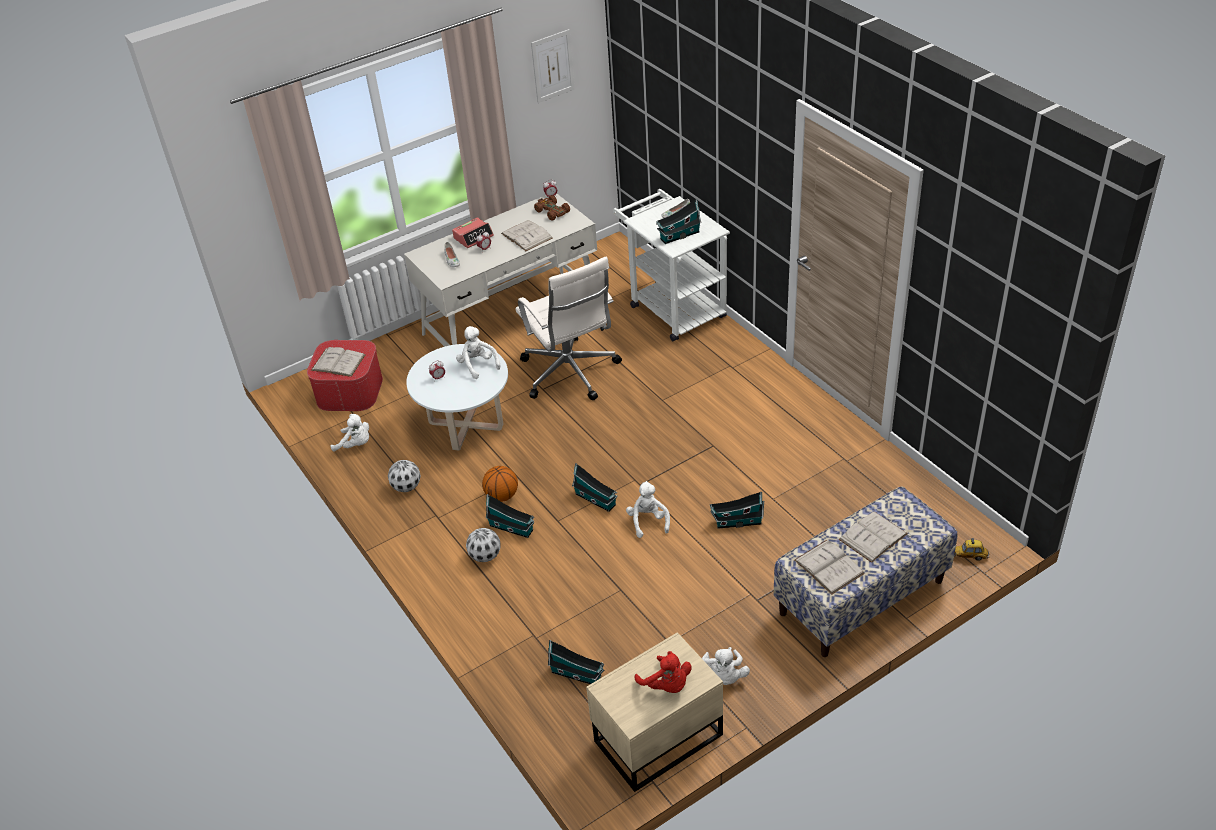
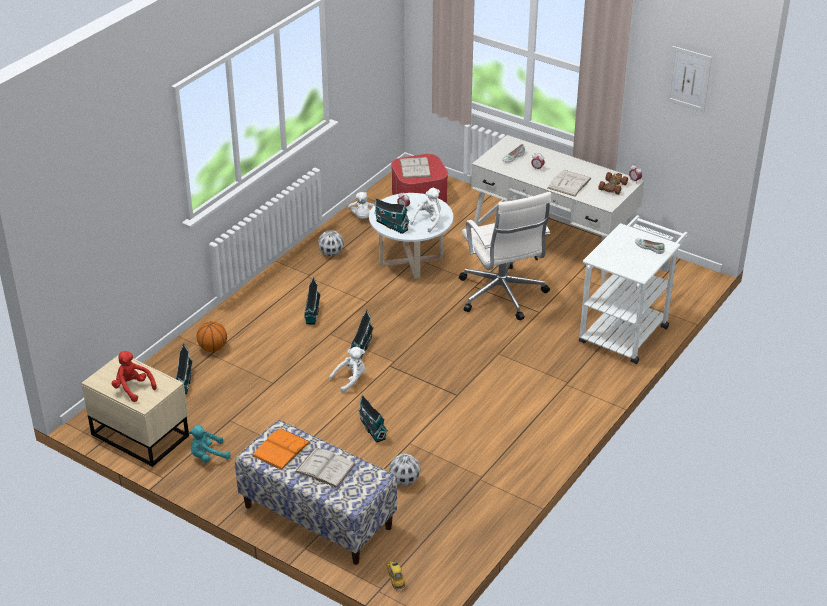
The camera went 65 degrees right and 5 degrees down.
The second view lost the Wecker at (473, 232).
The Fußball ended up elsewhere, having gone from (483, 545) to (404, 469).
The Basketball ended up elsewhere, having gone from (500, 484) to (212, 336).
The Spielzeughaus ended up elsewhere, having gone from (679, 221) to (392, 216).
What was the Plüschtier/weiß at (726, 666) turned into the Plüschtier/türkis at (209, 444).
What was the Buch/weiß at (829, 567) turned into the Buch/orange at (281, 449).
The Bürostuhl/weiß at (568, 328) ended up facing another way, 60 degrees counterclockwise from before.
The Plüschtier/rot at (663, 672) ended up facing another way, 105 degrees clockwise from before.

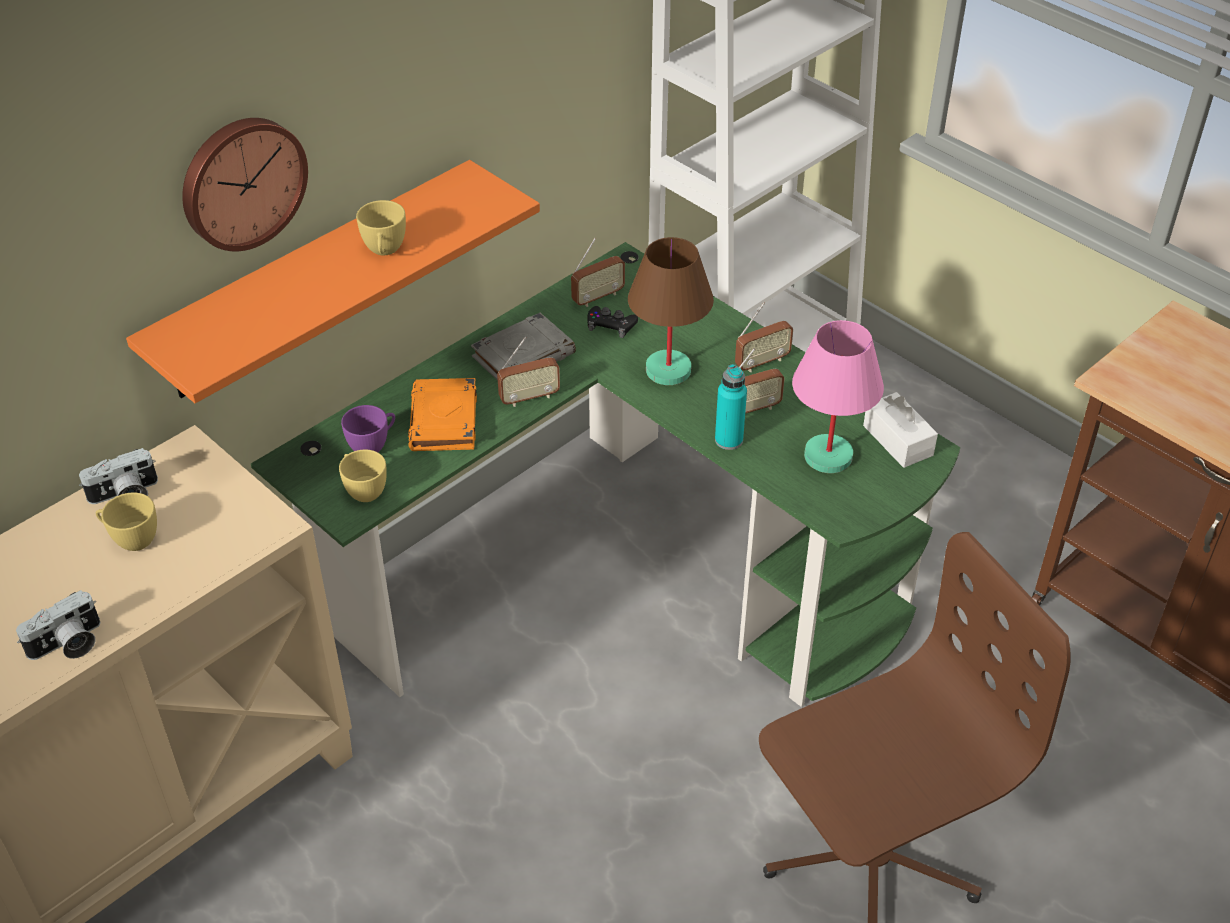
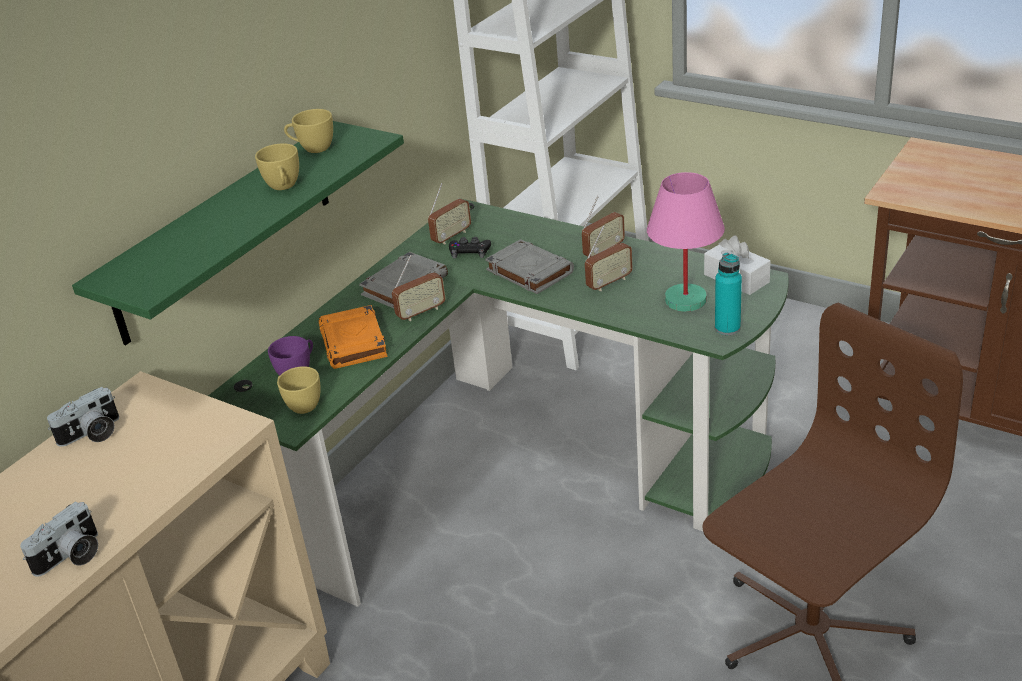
The camera went 10 degrees left and 10 degrees down.
The second view lost the Wanduhr at (245, 185).
The Tasse/gelb ended up elsewhere, having gone from (126, 521) to (308, 131).
The Flasche/türkis ended up elsewhere, having gone from (731, 407) to (728, 294).
Where the Tischlampe/braun stood at (671, 311), the Buch/grau came to stand at (529, 266).
What was the Wandregal/orange at (333, 281) turned into the Wandregal/grün at (238, 233).

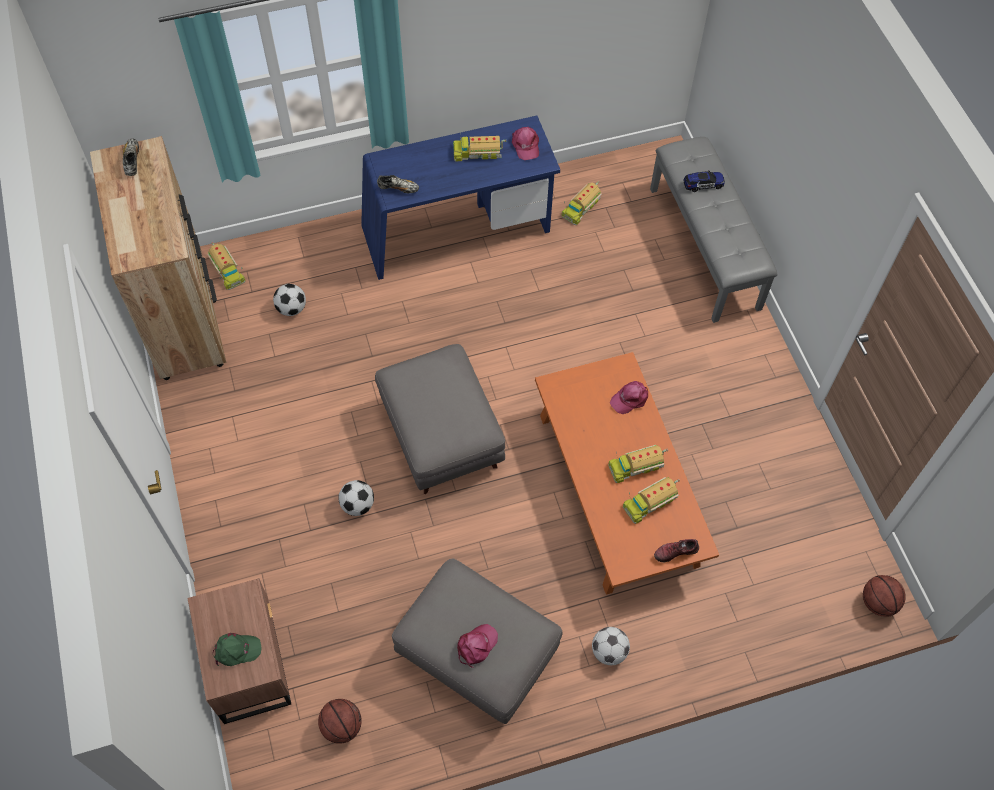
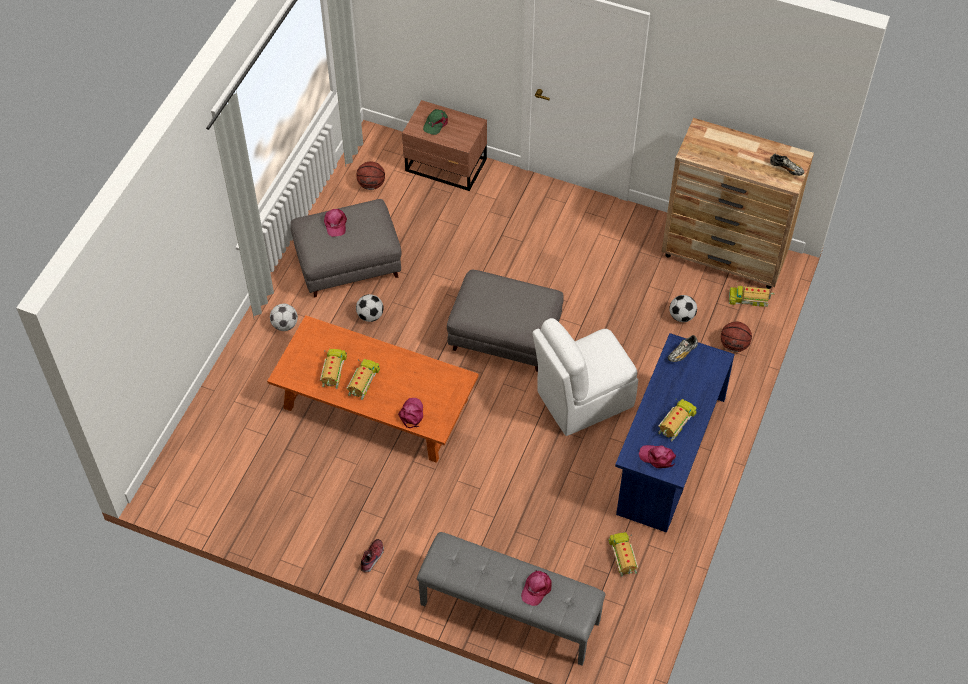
The camera went 130 degrees right and 5 degrees down.
The second view gained the Stuhl/weiß at (585, 377).
The Fußball ended up elsewhere, having gone from (356, 498) to (370, 308).
The Schuh ended up elsewhere, having gone from (676, 550) to (372, 555).
The Basketball ended up elsewhere, having gone from (884, 596) to (736, 337).
Where the Spielzeugauto stood at (704, 181), the Kappe/rosa came to stand at (536, 588).

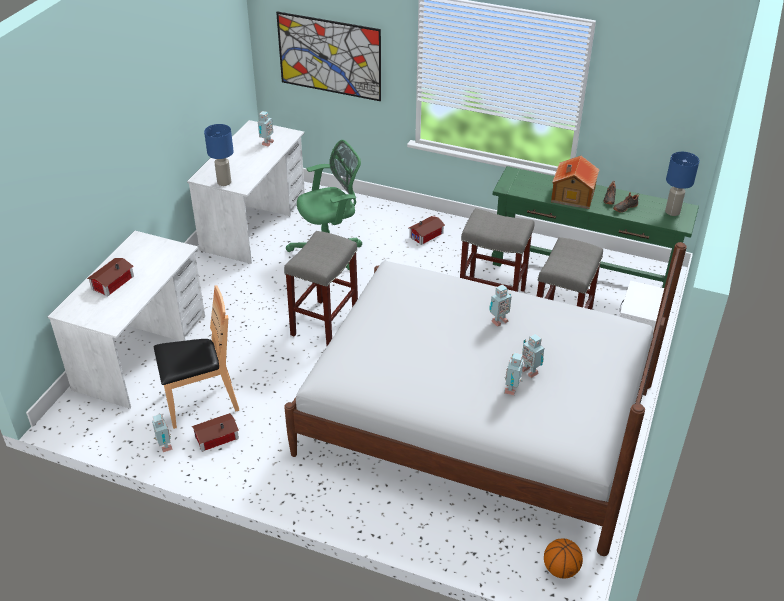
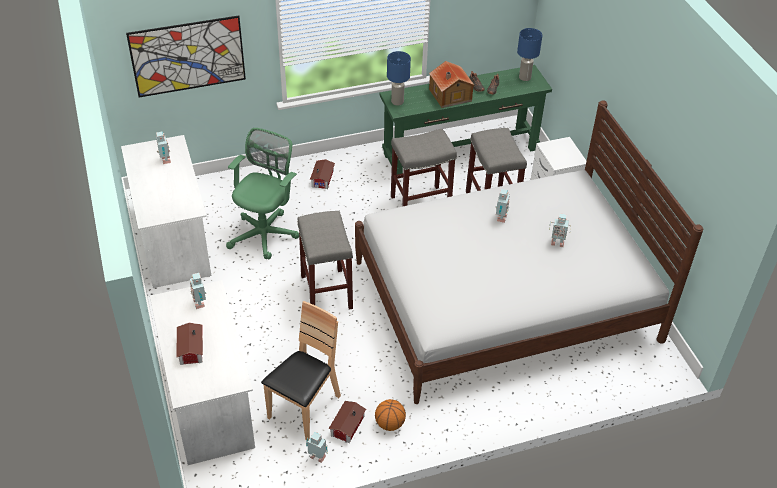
The camera went 40 degrees left and 5 degrees up.
The Tischlampe/blau ended up elsewhere, having gone from (219, 155) to (399, 78).
The Spielzeugroboter ended up elsewhere, having gone from (514, 373) to (198, 291).
The Basketball ended up elsewhere, having gone from (563, 558) to (390, 415).

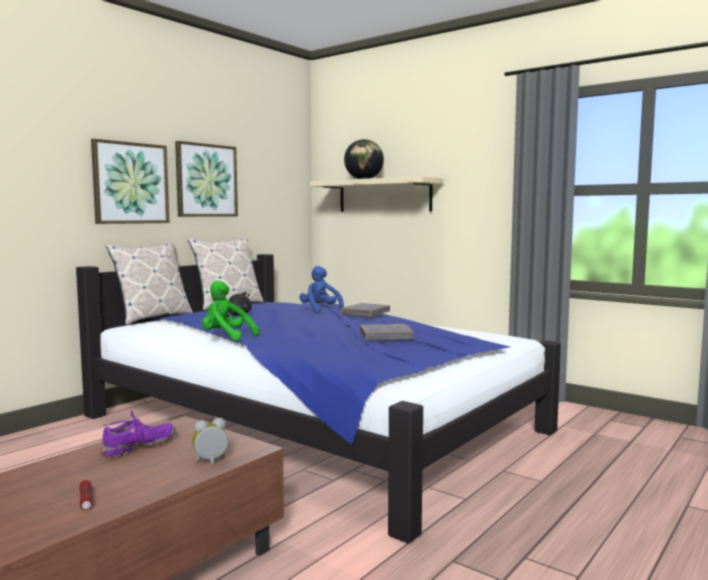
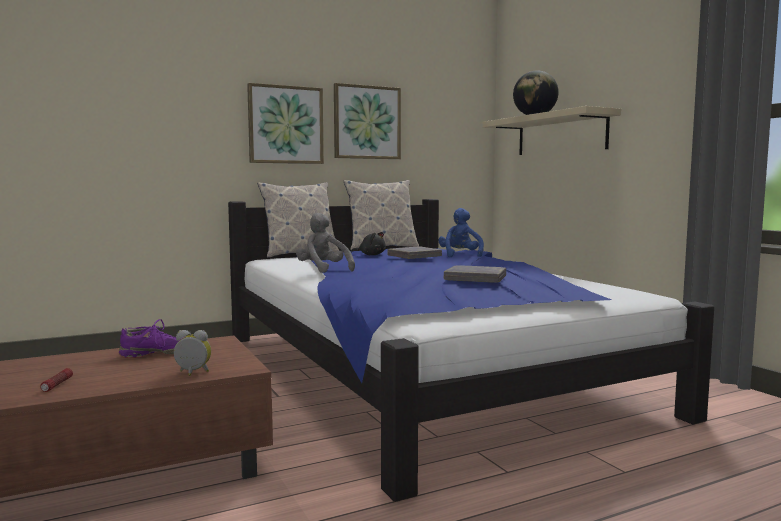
The camera went 25 degrees right and 0 degrees up.
The Buch/grau ended up elsewhere, having gone from (365, 310) to (414, 252).
What was the Plüschtier/grün at (230, 311) turned into the Plüschtier/grau at (325, 243).

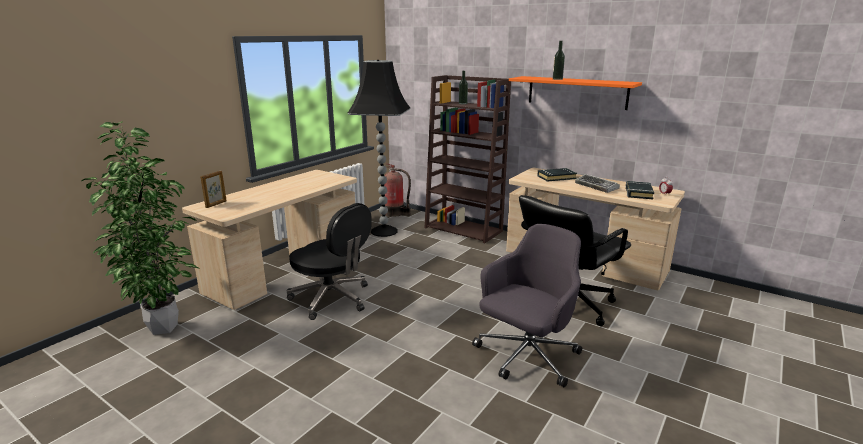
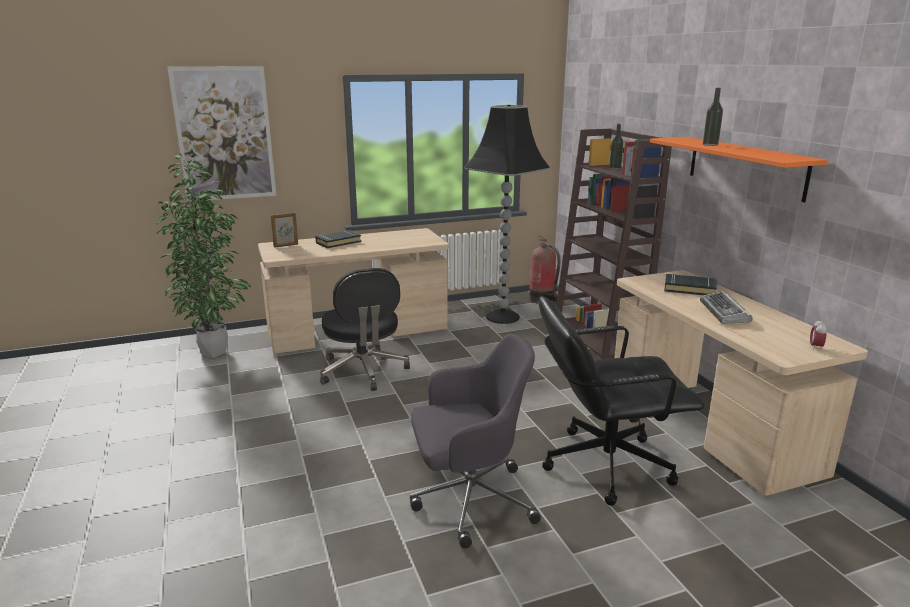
The camera went 35 degrees right and 0 degrees up.
The second view gained the Bild at (221, 134).
The Buch/schwarz ended up elsewhere, having gone from (639, 190) to (338, 239).

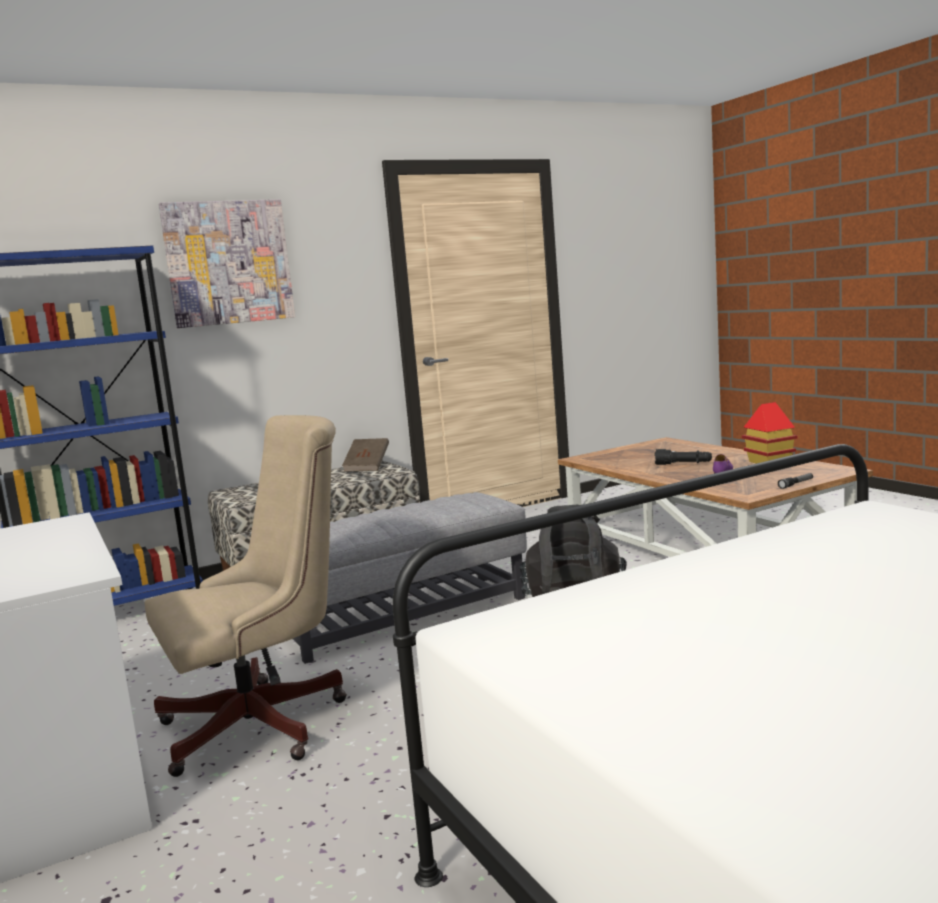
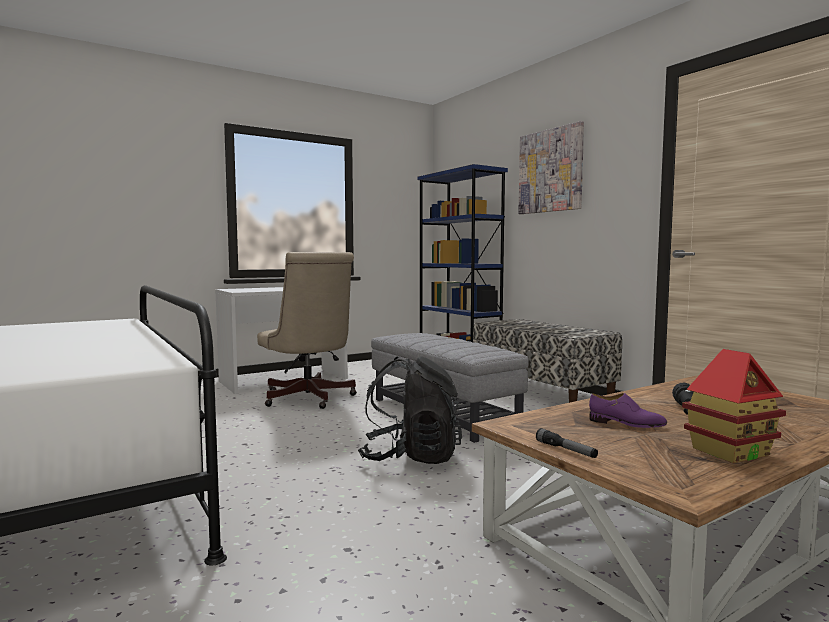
The camera went 85 degrees right and 5 degrees down.
The second view lost the Buch/braun at (365, 455).

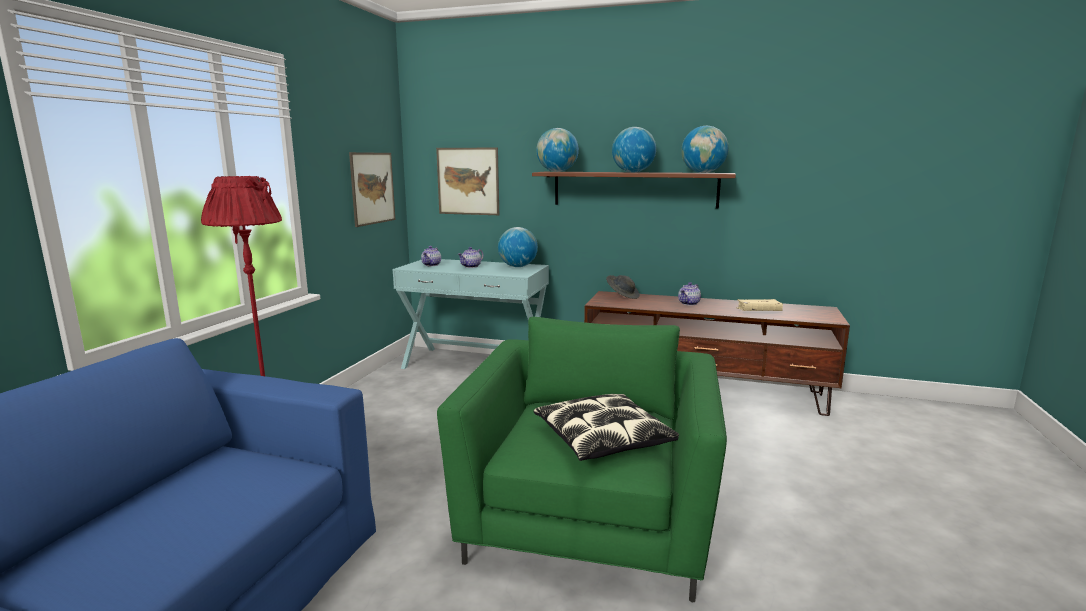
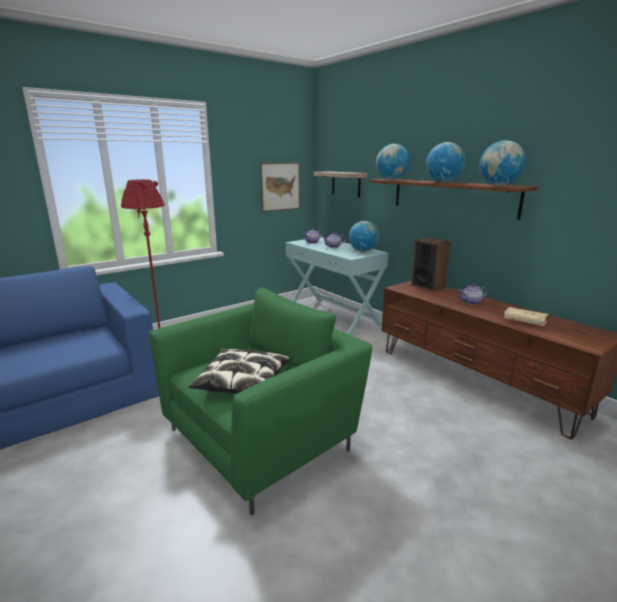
The camera went 35 degrees right and 5 degrees up.
Where the Bild hung at (467, 181), the Wandregal came to hang at (340, 184).
Where the Hut/grau stood at (623, 287), the Lautsprecher came to stand at (431, 264).

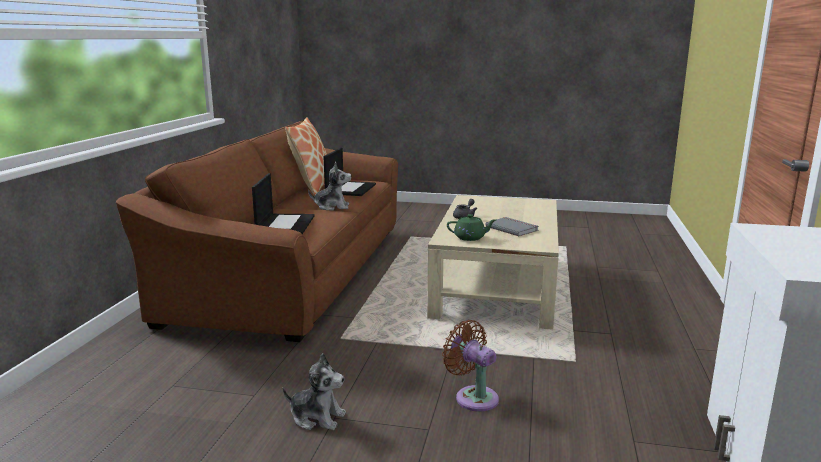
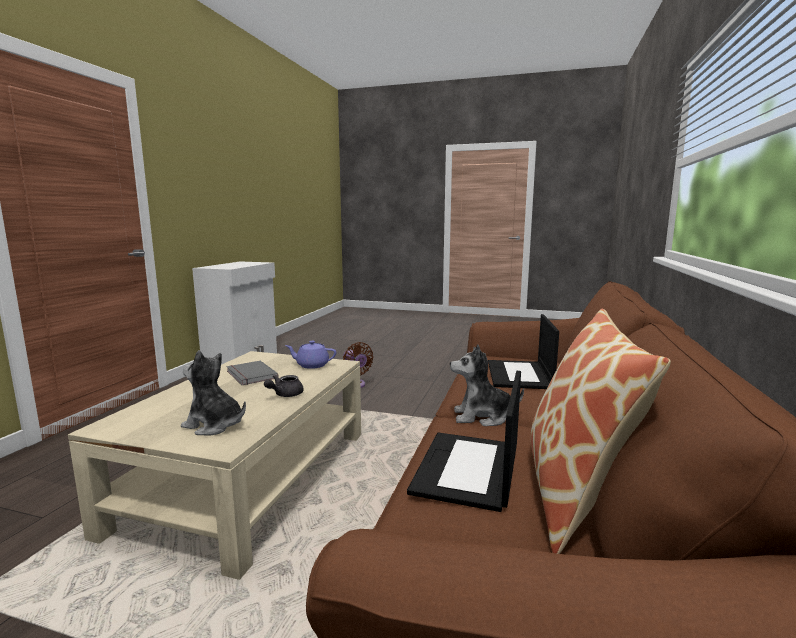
The camera went 175 degrees left and 5 degrees down.
The Plüschtier ended up elsewhere, having gone from (314, 391) to (213, 393).
What was the Teekanne/grün at (471, 227) turned into the Teekanne/lila at (310, 355).

